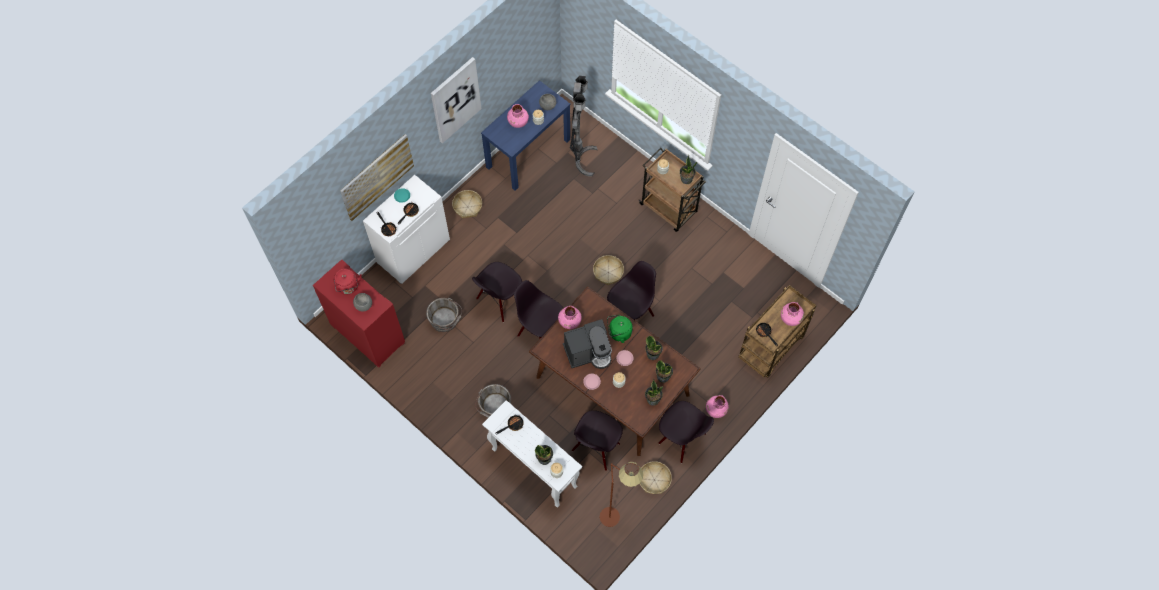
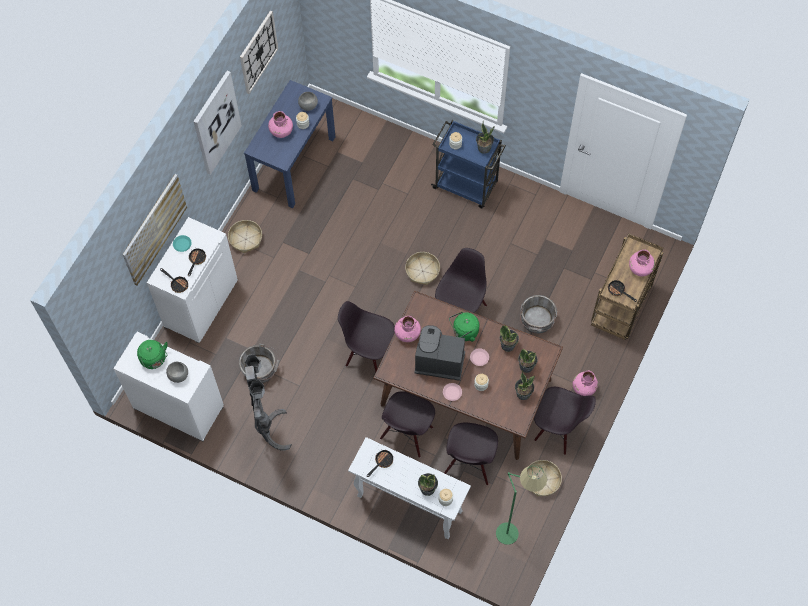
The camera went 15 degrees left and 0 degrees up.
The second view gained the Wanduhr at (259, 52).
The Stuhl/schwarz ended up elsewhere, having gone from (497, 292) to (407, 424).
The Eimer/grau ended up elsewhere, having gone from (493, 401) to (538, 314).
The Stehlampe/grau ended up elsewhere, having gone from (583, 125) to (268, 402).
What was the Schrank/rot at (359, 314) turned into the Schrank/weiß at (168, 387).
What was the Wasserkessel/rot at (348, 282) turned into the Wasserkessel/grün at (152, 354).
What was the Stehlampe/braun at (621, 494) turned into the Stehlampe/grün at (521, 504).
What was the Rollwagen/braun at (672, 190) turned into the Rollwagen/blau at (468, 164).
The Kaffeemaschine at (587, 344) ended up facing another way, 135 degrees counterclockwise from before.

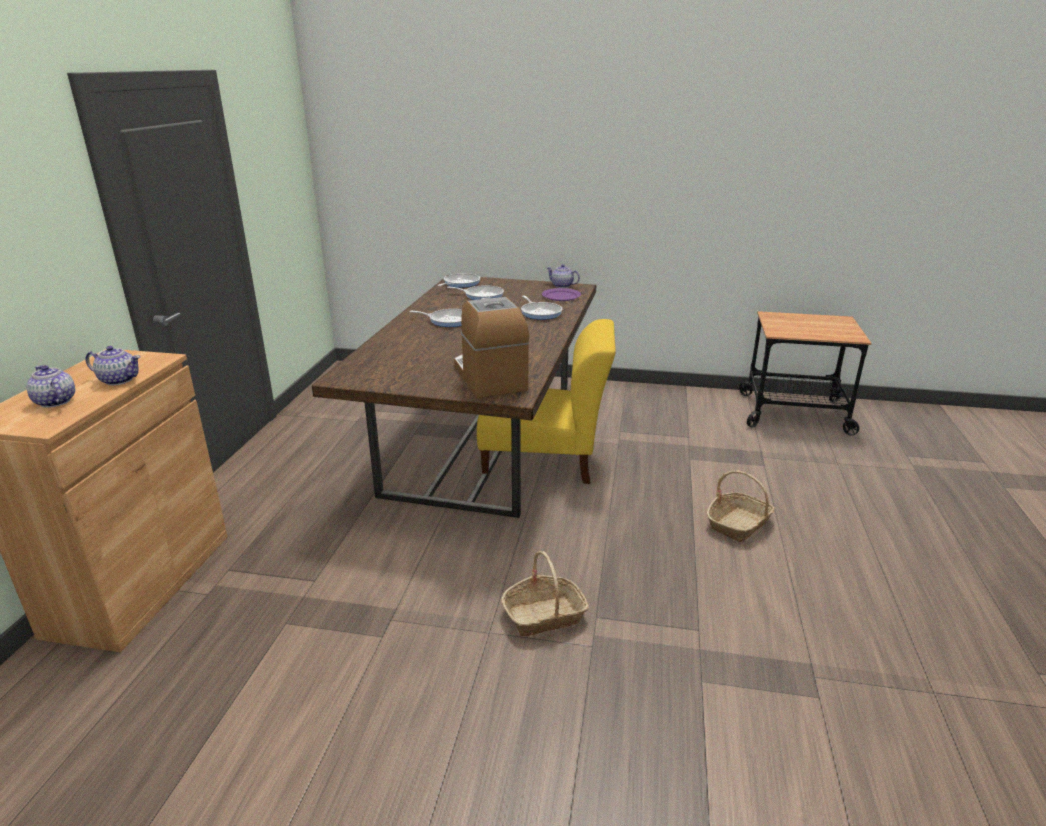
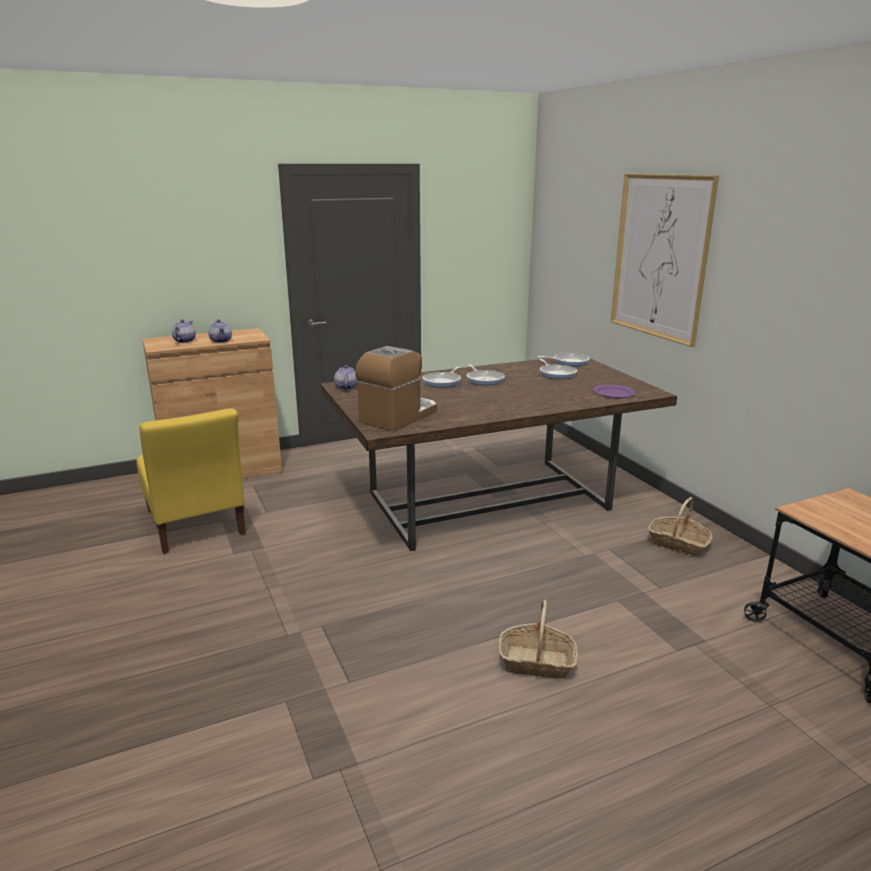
The camera went 55 degrees right and 5 degrees down.
The second view gained the Bild at (665, 260).
The Stuhl/gelb ended up elsewhere, having gone from (546, 401) to (191, 481).
The Korb ended up elsewhere, having gone from (545, 593) to (680, 526).
The Pfanne ended up elsewhere, having gone from (541, 308) to (442, 376).
The Teekanne ended up elsewhere, having gone from (563, 276) to (345, 377).

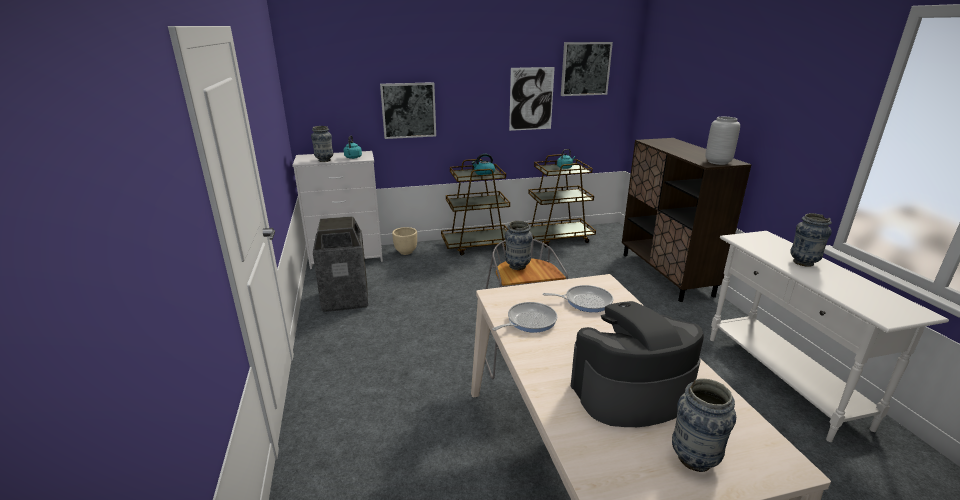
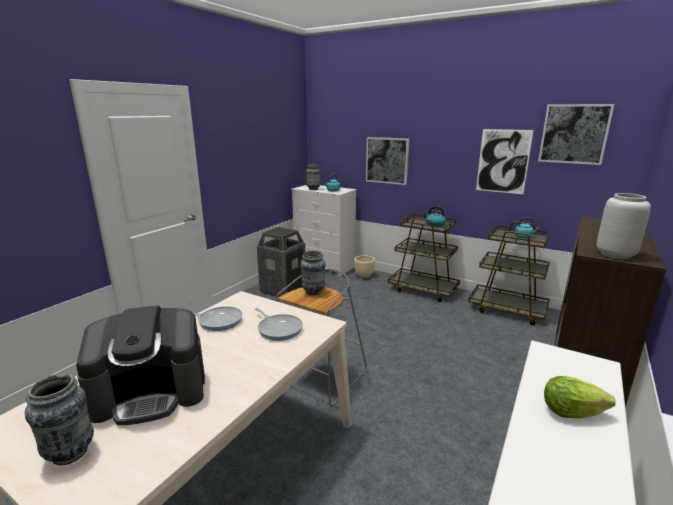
The camera went 45 degrees right and 5 degrees down.
Where the Vase stood at (811, 240), the Salatkopf came to stand at (580, 397).
The Kaffeemaschine at (637, 364) ended up facing another way, 135 degrees clockwise from before.

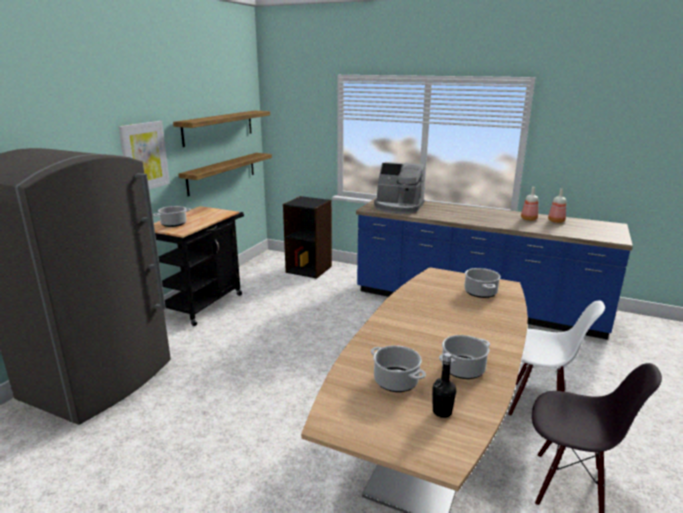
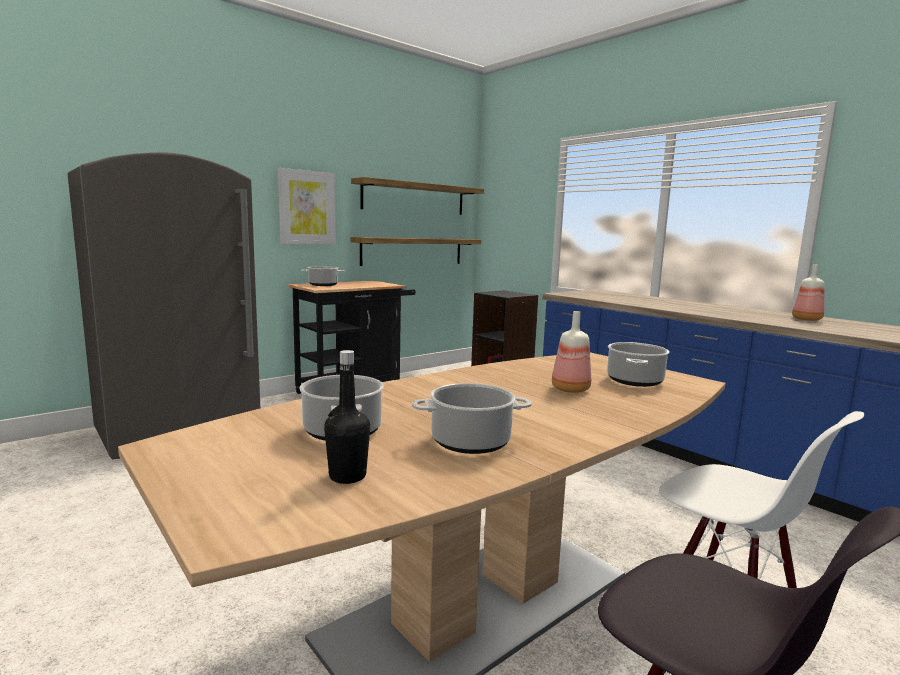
The camera went 25 degrees right and 10 degrees down.
The second view lost the Kaffeemaschine at (399, 188).
The Flasche ended up elsewhere, having gone from (557, 205) to (571, 352).

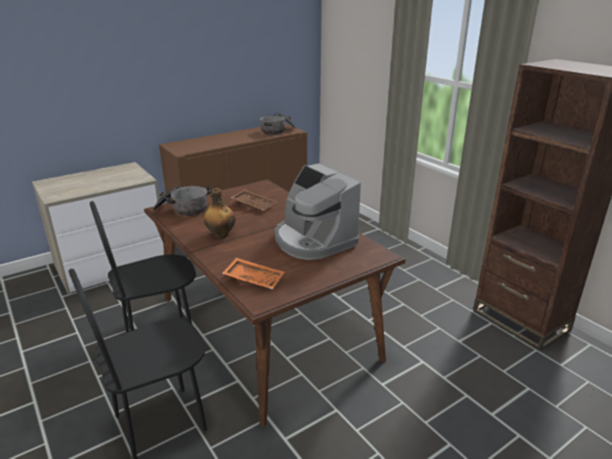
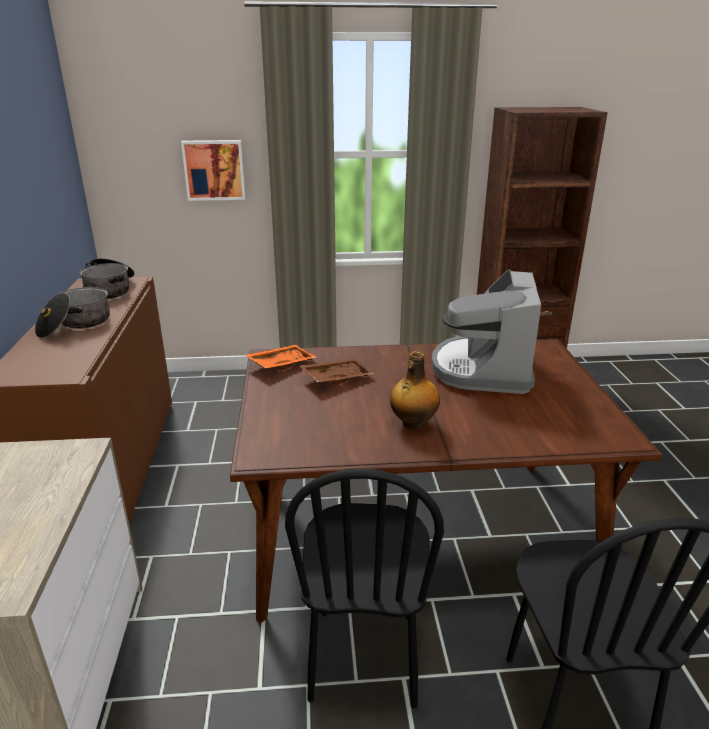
The camera went 60 degrees left and 0 degrees up.
The second view gained the Bild at (213, 170).
The Kochtopf ended up elsewhere, having gone from (182, 201) to (72, 311).
The Tablett/orange ended up elsewhere, having gone from (253, 273) to (280, 357).
The Kaffeemaschine at (317, 211) ended up facing another way, 105 degrees clockwise from before.

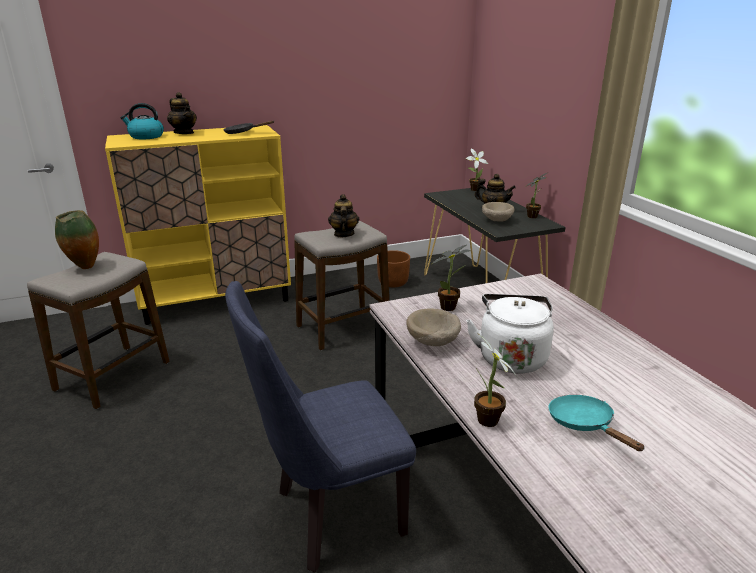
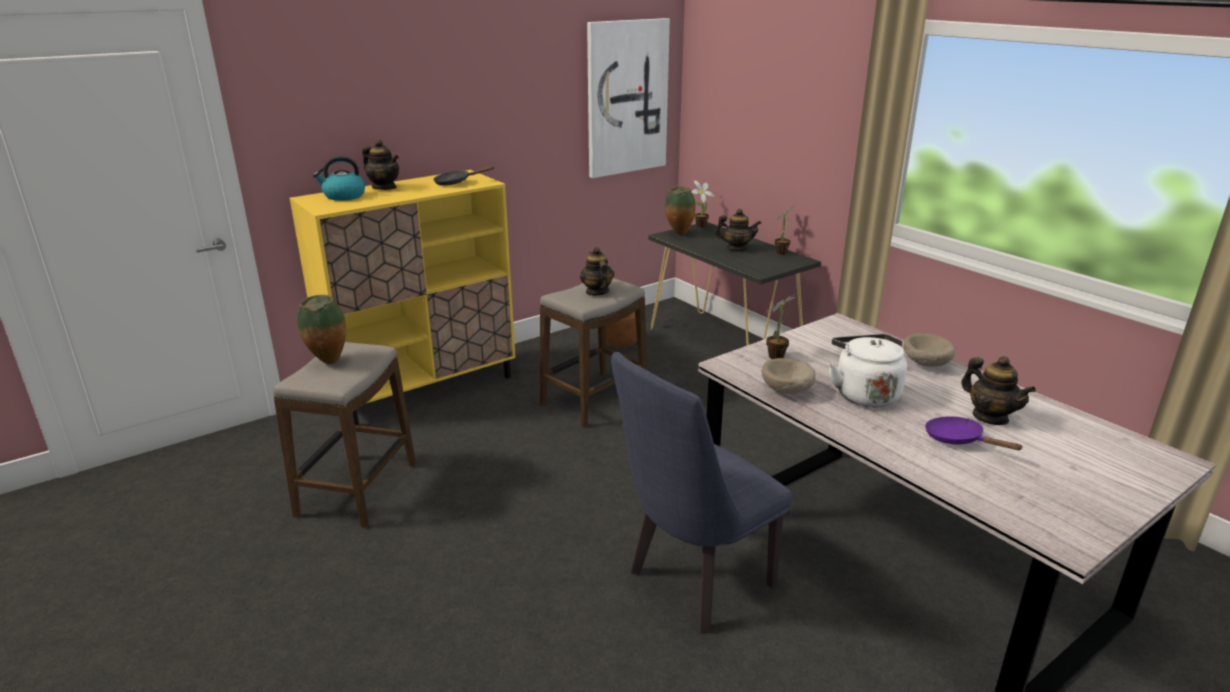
The camera went 15 degrees left and 0 degrees up.
The second view lost the Topfpflanze at (496, 379).
The second view gained the Bild at (628, 98).
The second view gained the Vase at (680, 211).
The second view gained the Teekanne at (998, 390).
The Schüssel/beige ended up elsewhere, having gone from (498, 212) to (929, 350).
What was the Pfanne/türkis at (597, 423) turned into the Pfanne/lila at (973, 433).

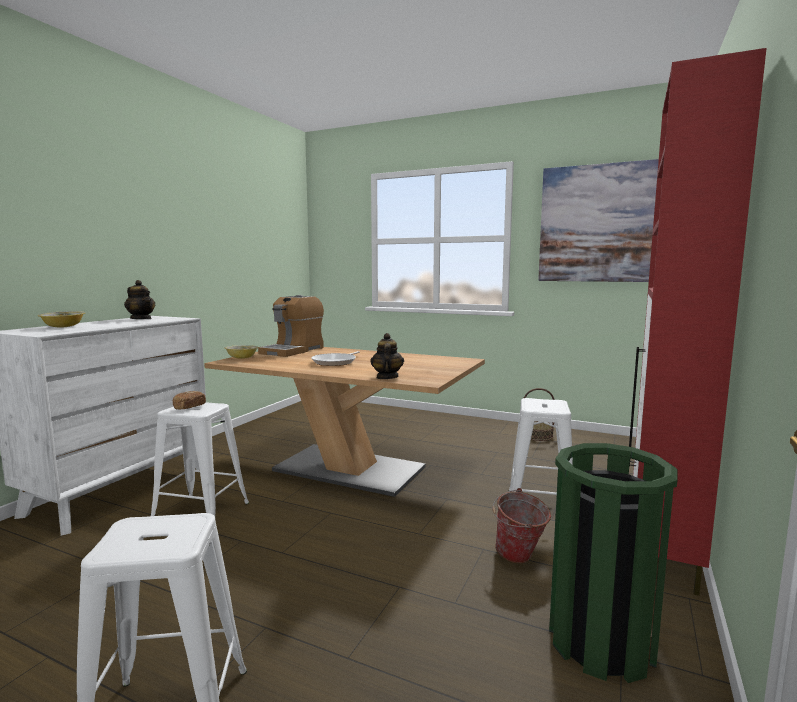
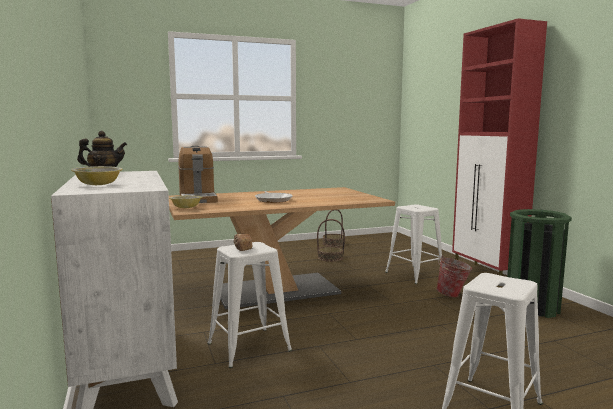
The camera went 45 degrees left and 0 degrees up.
The second view lost the Teekanne at (387, 356).
The second view lost the Bild at (598, 220).
The second view gained the Korb at (331, 240).

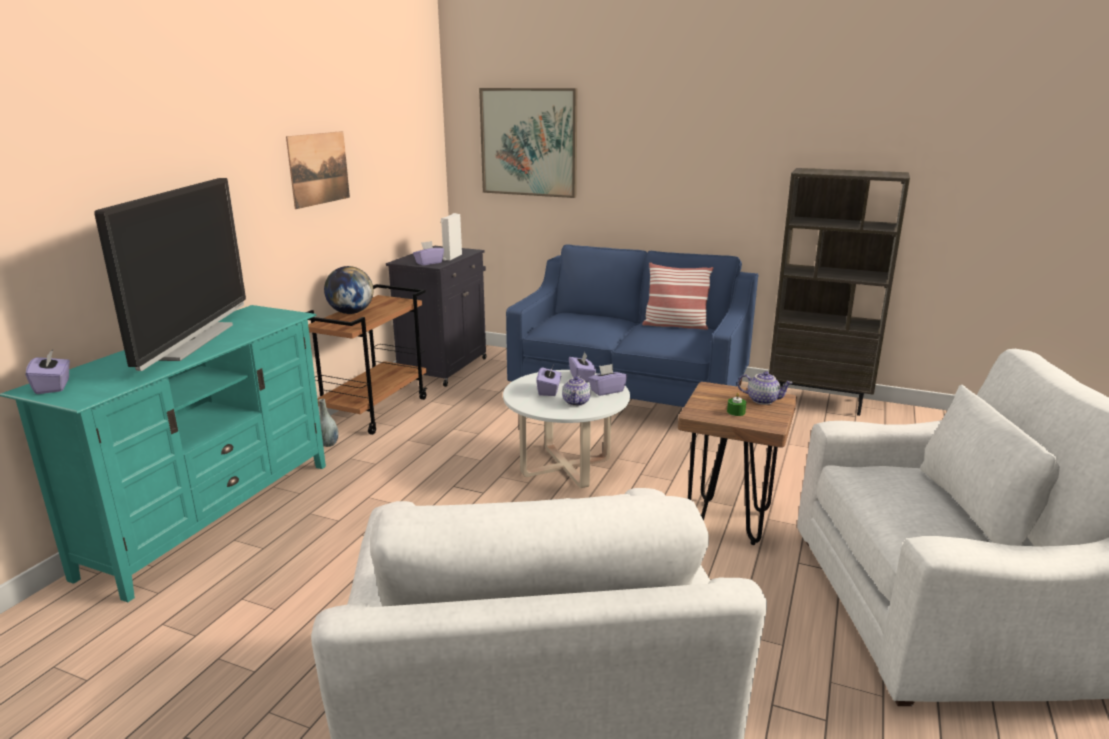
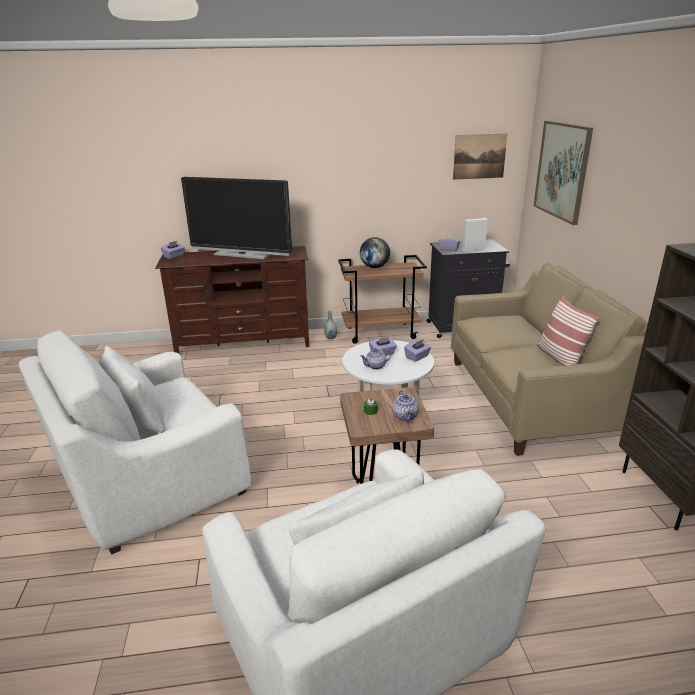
The camera went 60 degrees right and 5 degrees up.
The second view lost the Taschentuchbox/lila at (607, 380).
The Bild ended up elsewhere, having gone from (318, 170) to (480, 156).
What was the Fernsehschrank/türkis at (163, 453) turned into the Fernsehschrank/braun at (232, 300).
What was the Sofa/blau at (632, 325) turned into the Sofa/beige at (549, 359).
The Fernseher at (170, 274) ended up facing another way, 45 degrees clockwise from before.

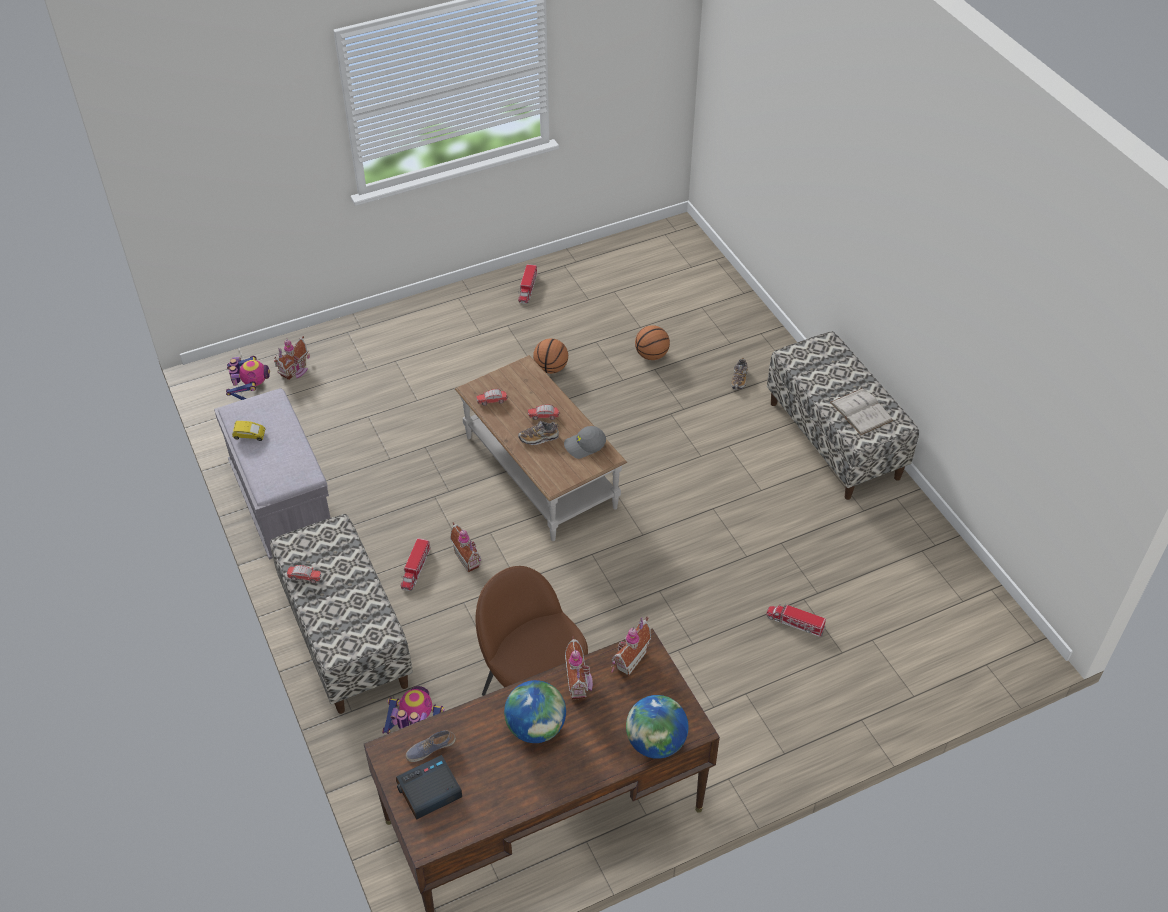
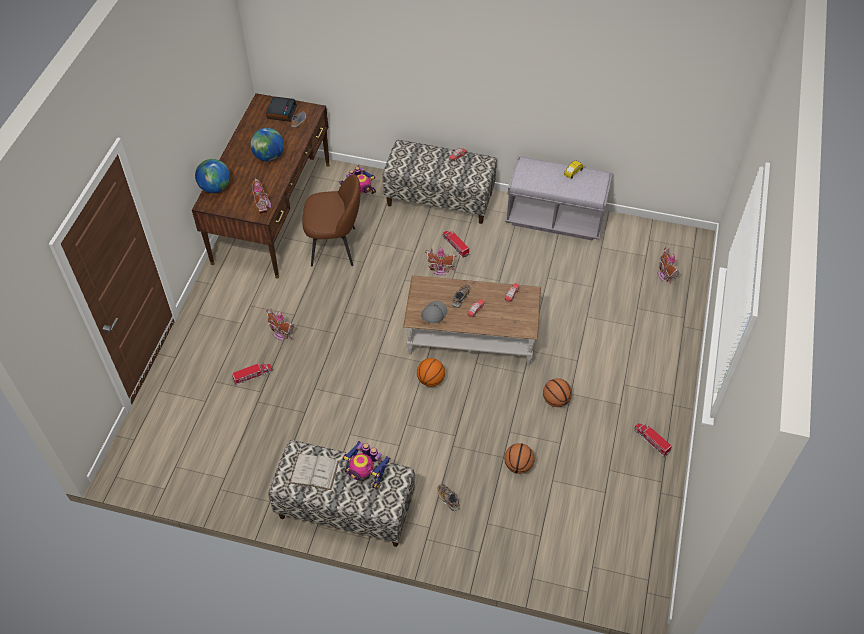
The camera went 130 degrees right and 5 degrees up.
The second view gained the Basketball at (431, 372).
The Spielzeugroboter ended up elsewhere, having gone from (248, 378) to (366, 465).
The Spielzeughaus ended up elsewhere, having gone from (579, 668) to (280, 325).

